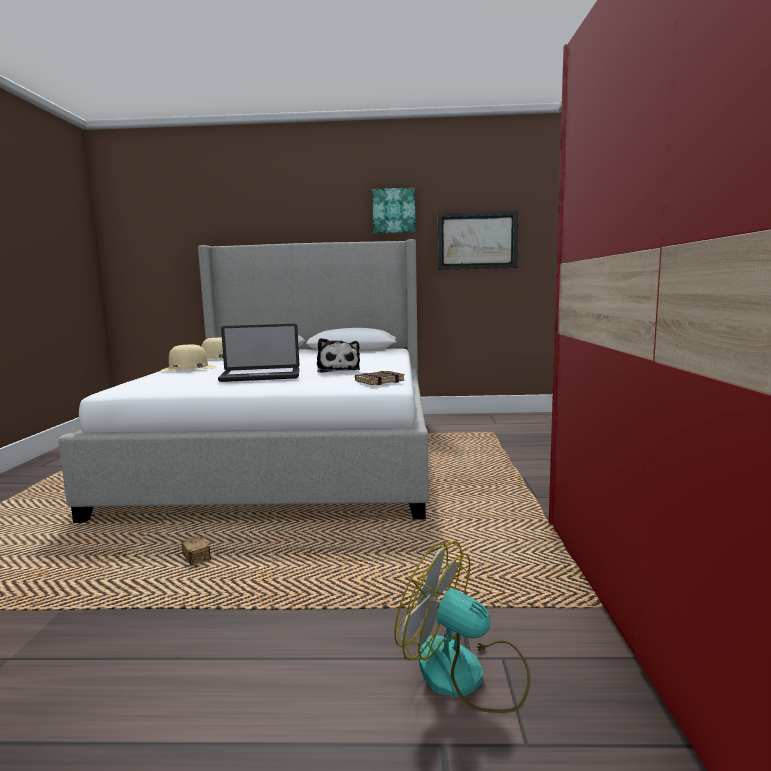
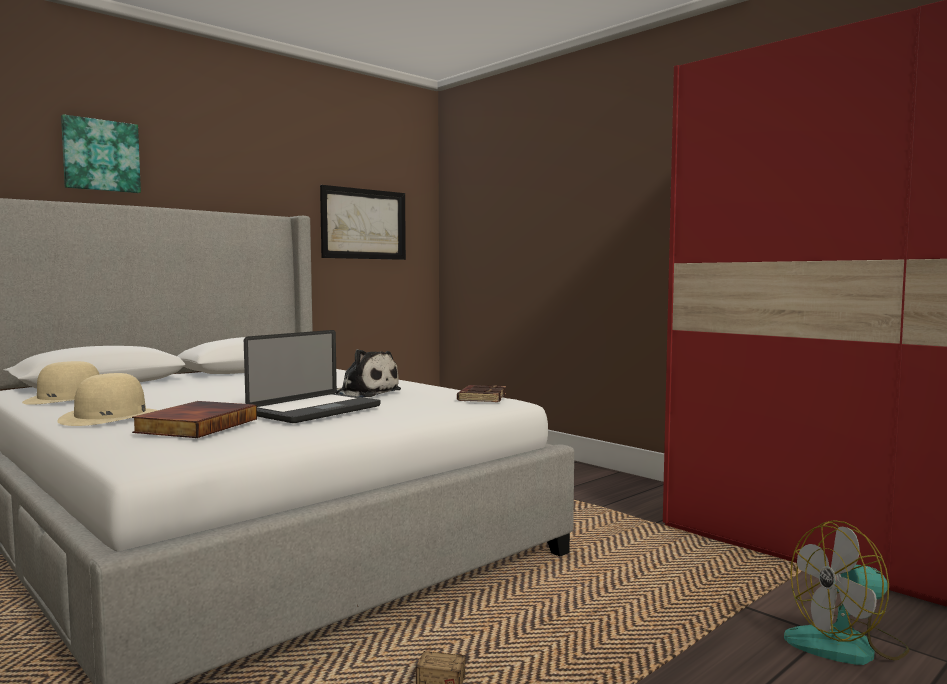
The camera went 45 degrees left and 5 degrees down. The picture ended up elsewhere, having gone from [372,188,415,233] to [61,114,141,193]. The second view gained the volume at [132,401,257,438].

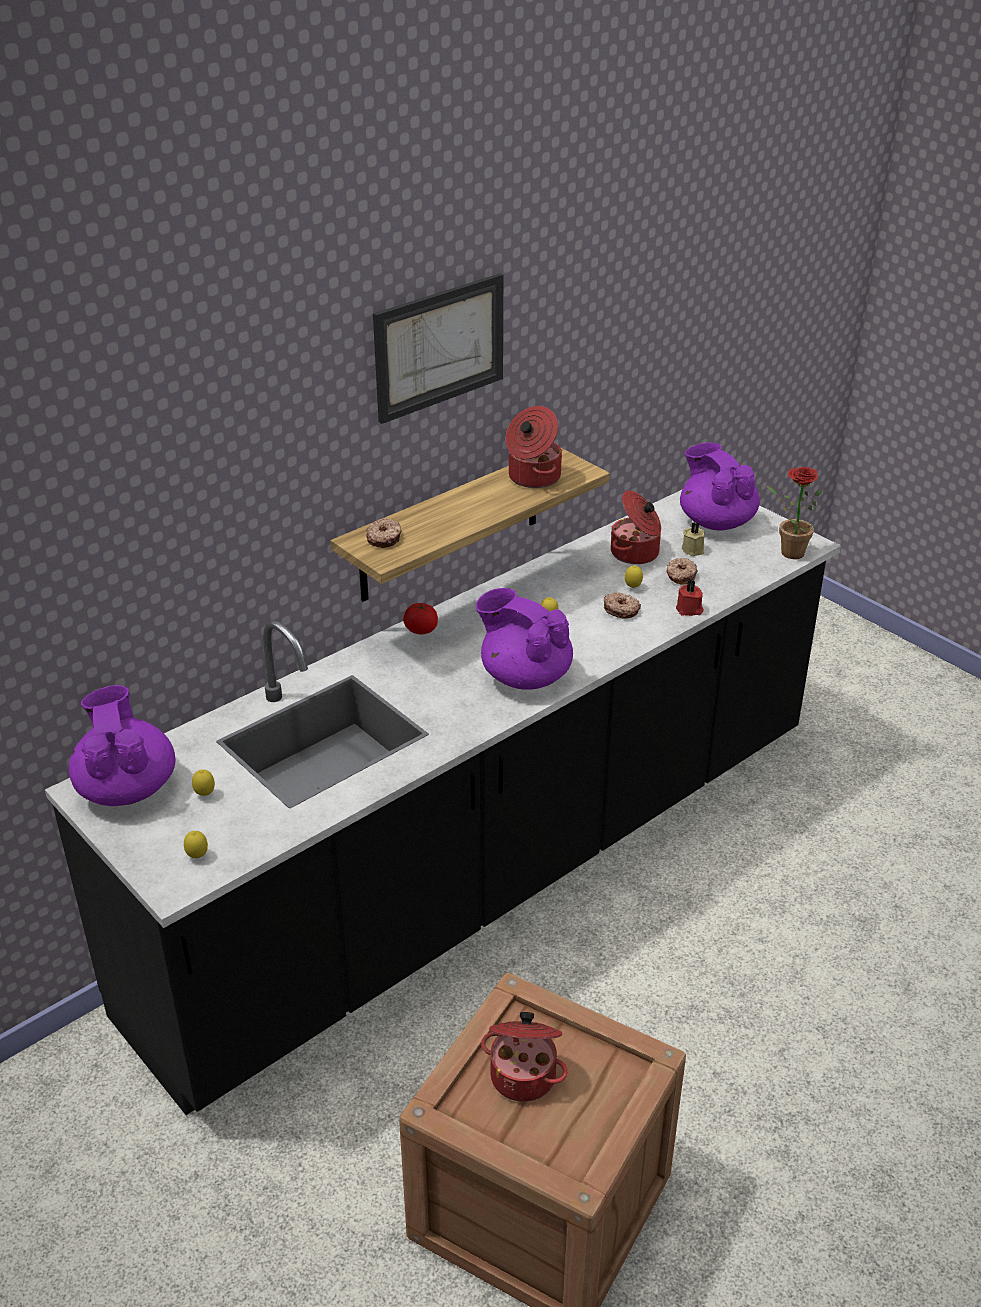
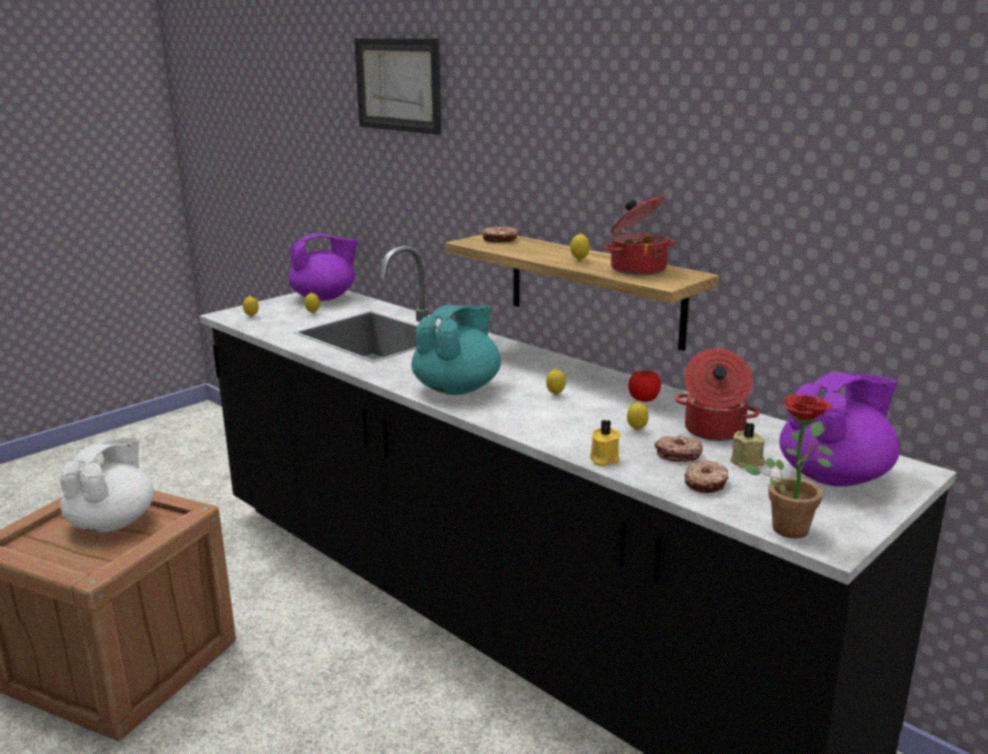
The camera went 85 degrees right and 15 degrees down. The picture ended up elsewhere, having gone from [373,273,503,424] to [354,38,441,135]. What was the red-coloured candle at [676,580,704,616] turned into the yellow candle at [590,420,621,466]. What was the purplish teapot at [476,588,573,690] turned into the turquoise-coloured teapot at [412,305,501,395]. The doughnut ended up elsewhere, having gone from [604,592,641,618] to [684,460,729,493]. The tomato ended up elsewhere, having gone from [403,603,438,634] to [628,371,661,402]. Where the cooking pot stood at [481,1012,567,1102], the white-coloured teapot came to stand at [59,437,154,532]. The second view gained the citrus fruit at [570,233,590,261].

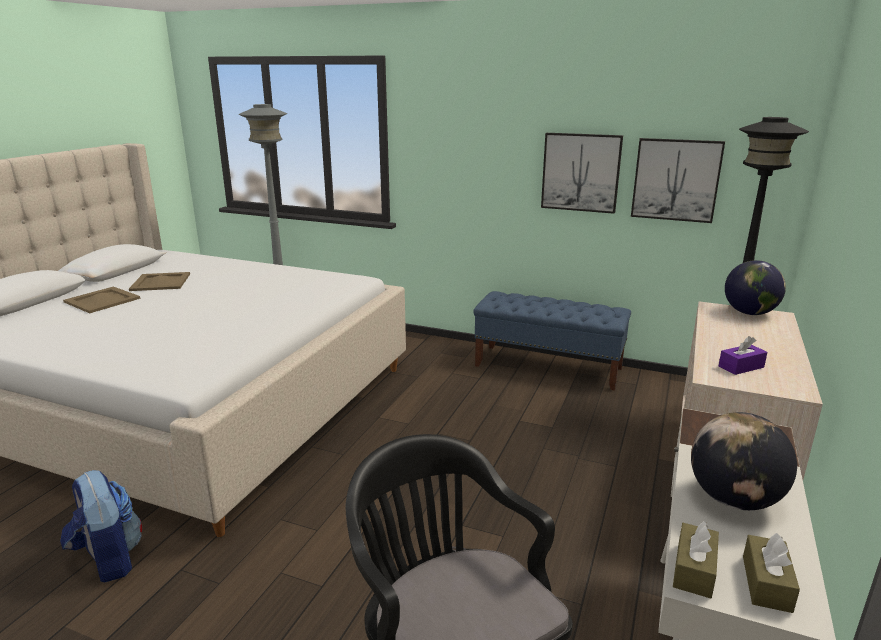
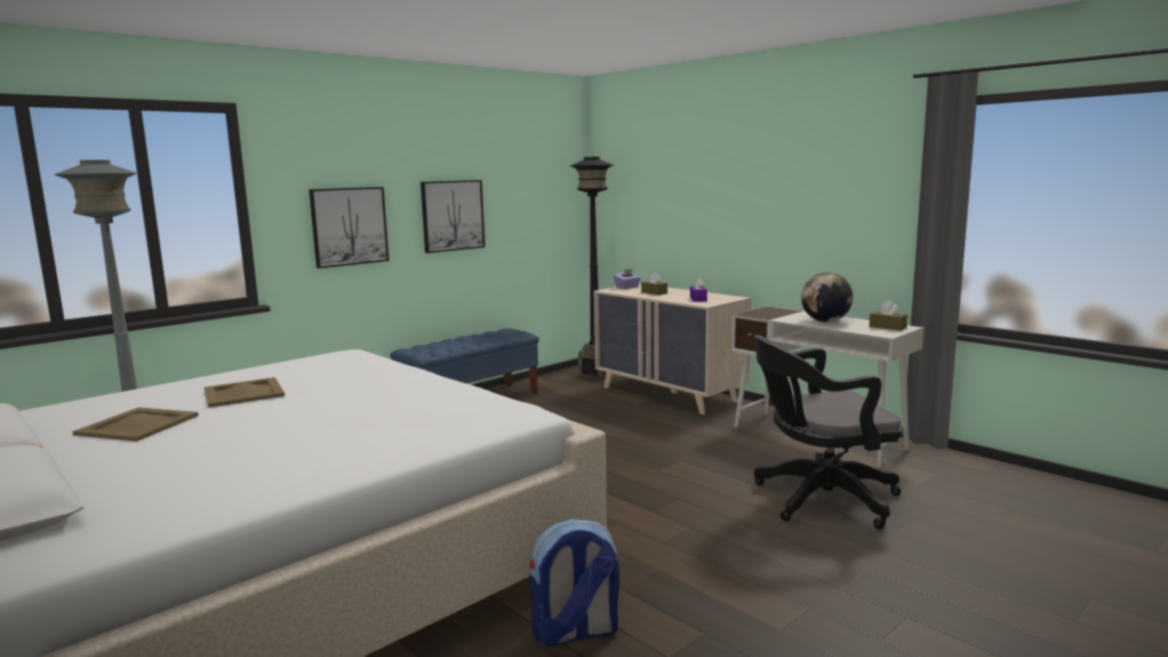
The camera went 65 degrees left and 10 degrees down. The picture ended up elsewhere, having gone from [631,138,725,223] to [309,187,389,268]. Where the globe stood at [725,260,786,315], the purplish box of tissues came to stand at [614,269,641,289]. The beige tray ended up elsewhere, having gone from [63,286,140,313] to [204,377,285,408]. The brown box of tissues ended up elsewhere, having gone from [673,521,719,598] to [641,272,667,295].

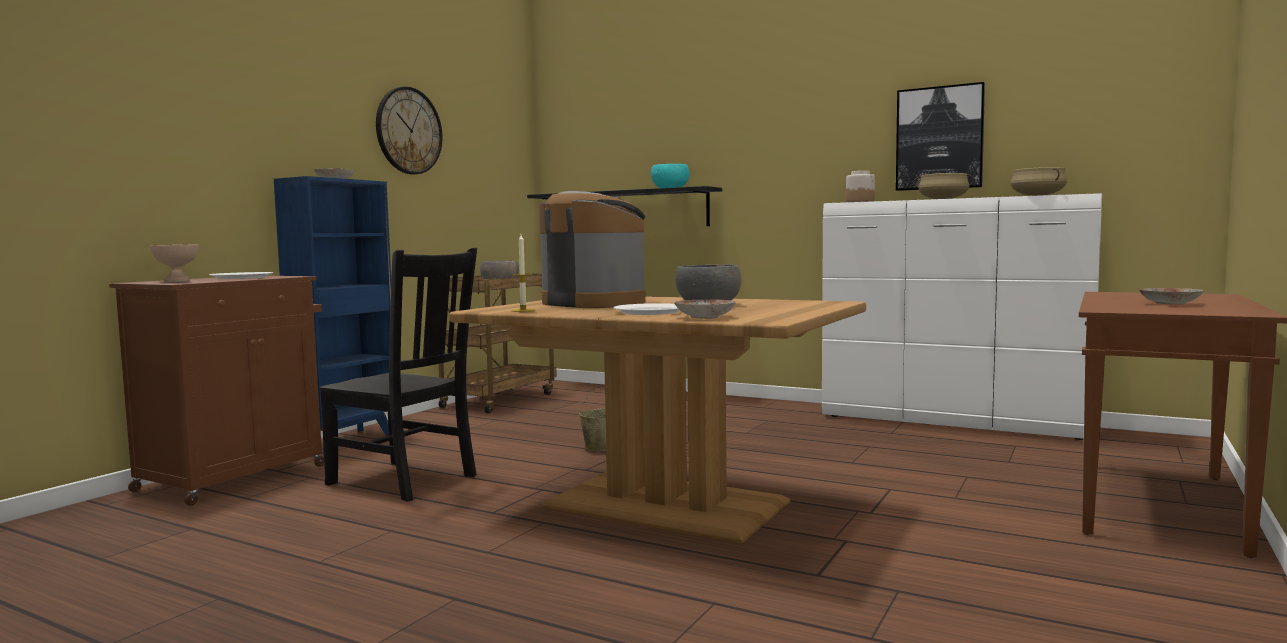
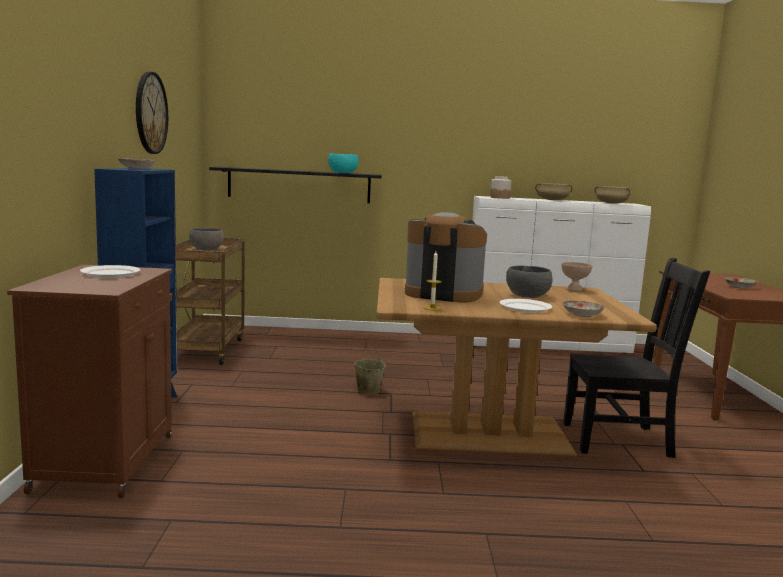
The camera went 30 degrees left and 5 degrees up. The second view lost the picture at [896,82,985,191]. The beige deep dish ended up elsewhere, having gone from [150,244,198,282] to [561,262,592,291]. The blackish plain chair ended up elsewhere, having gone from [319,248,477,502] to [563,258,710,458].

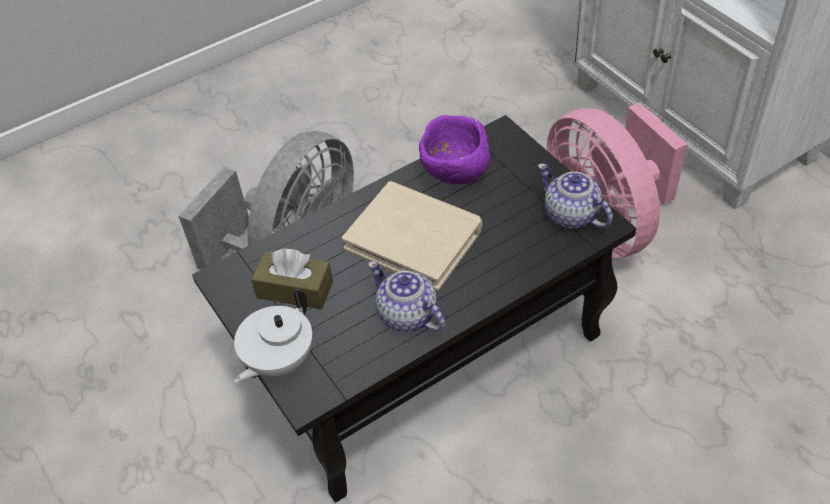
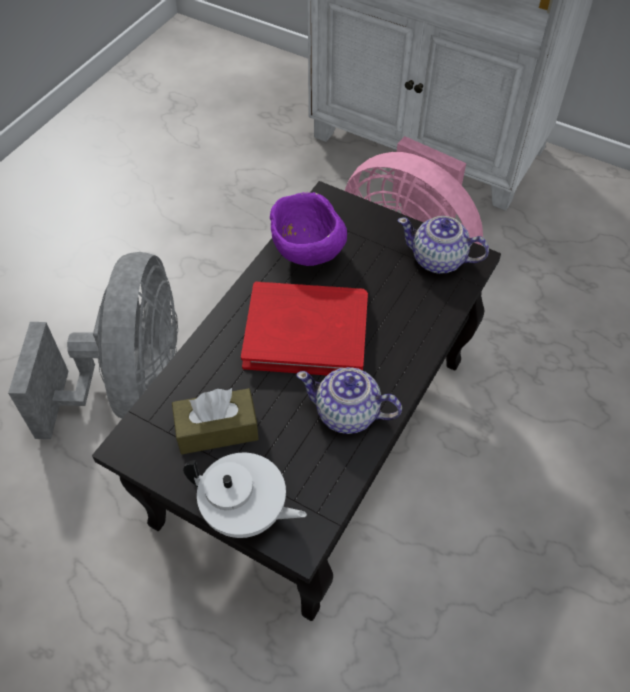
The camera went 30 degrees left and 5 degrees up. What was the beige volume at [342,181,483,291] turned into the red-coloured volume at [241,282,368,375]. The white-coloured teapot at [234,290,313,383] ended up facing another way, 75 degrees counterclockwise from before.

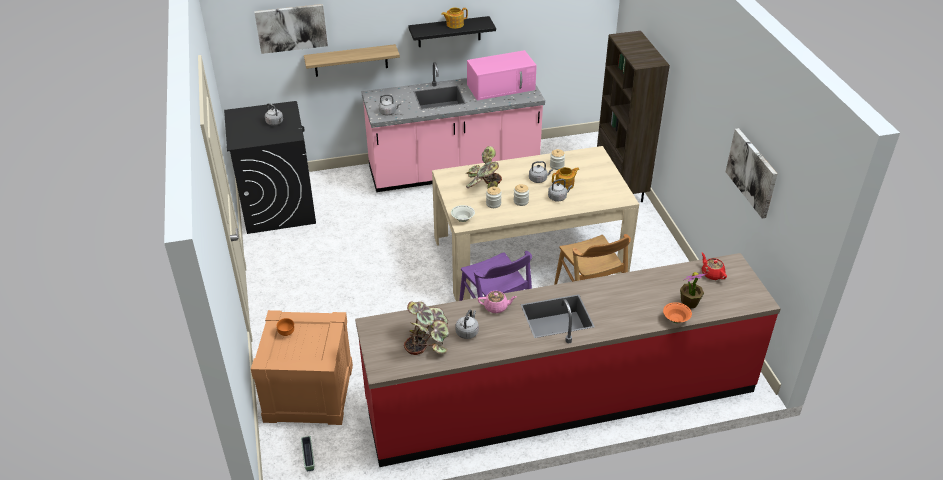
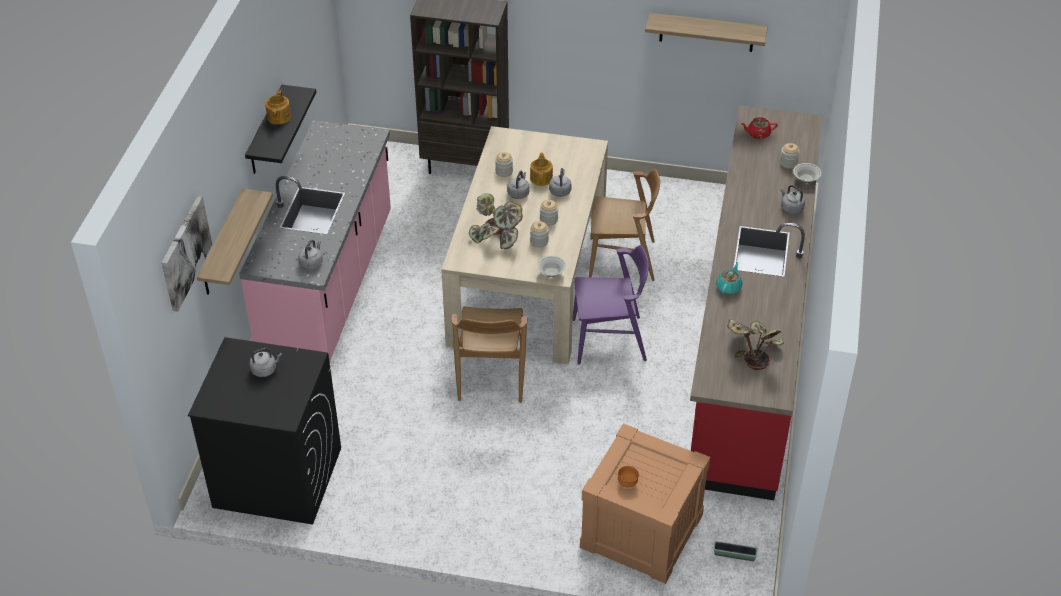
The camera went 65 degrees left and 5 degrees up. The second view lost the pinkish microwave oven at [467,50,537,101]. Where the picture hung at [726,128,778,218], the bracket shelf came to hang at [645,13,768,52]. Where the potted plant stood at [680,272,706,308], the jar came to stand at [780,143,800,169]. What was the pinkish teapot at [478,291,517,313] turned into the turquoise-coloured teapot at [716,262,742,294]. What was the orange deep dish at [663,302,692,323] turned into the white-coloured deep dish at [793,163,821,183]. The greyish tea kettle ended up elsewhere, having gone from [455,310,479,339] to [780,185,805,214]. The second view gained the brown plain chair at [451,306,527,403].

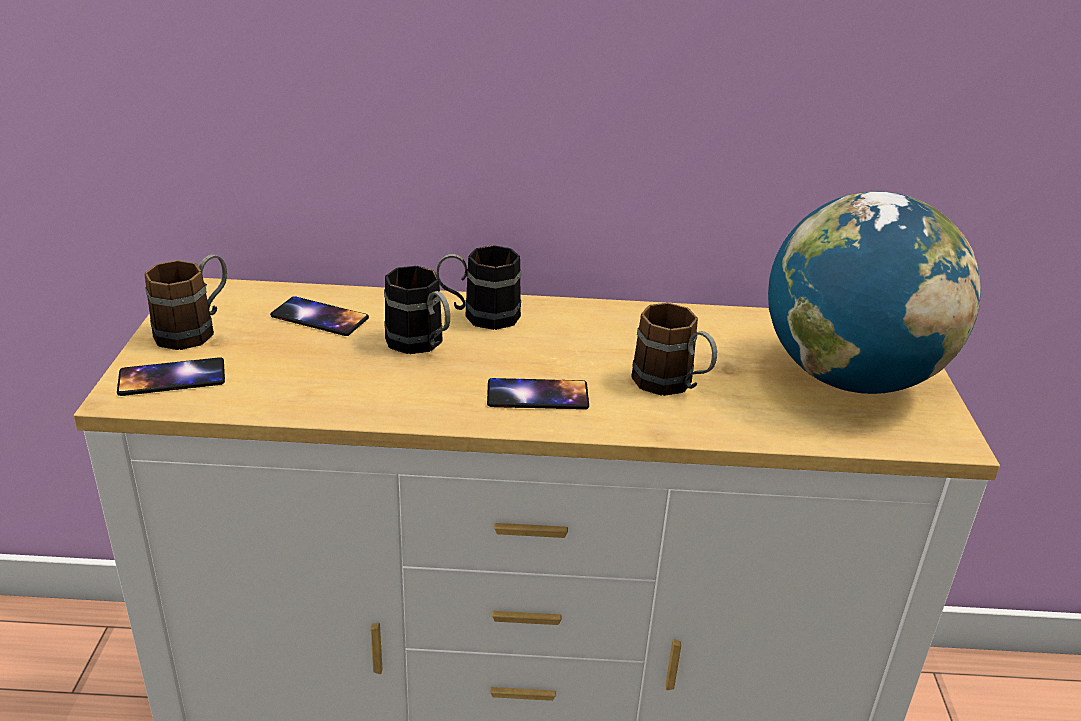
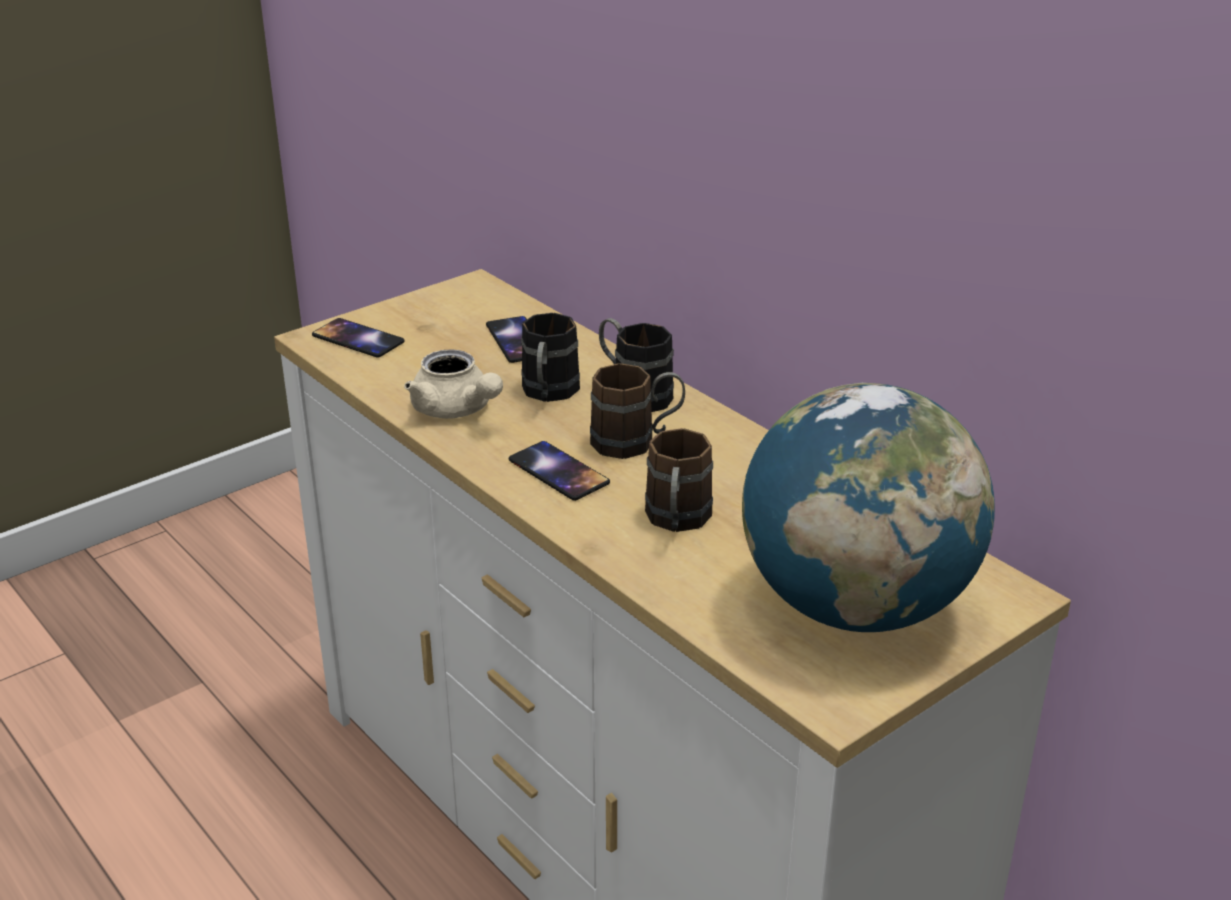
The camera went 50 degrees right and 0 degrees up. The brown coffee mug ended up elsewhere, having gone from [144,255,227,350] to [590,363,685,459]. The second view gained the beige teapot at [404,349,503,419].

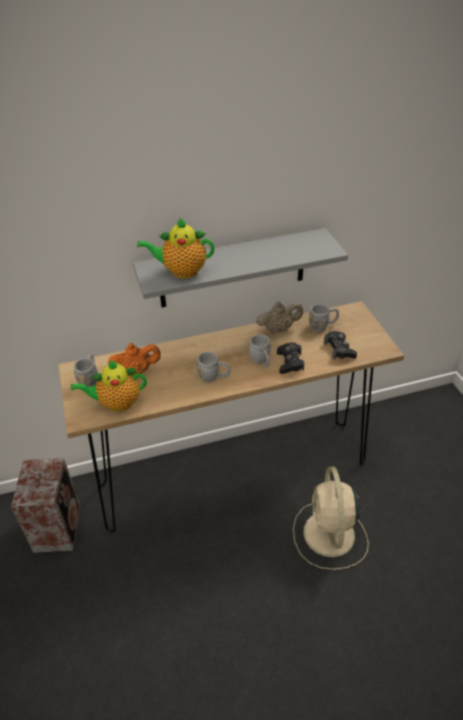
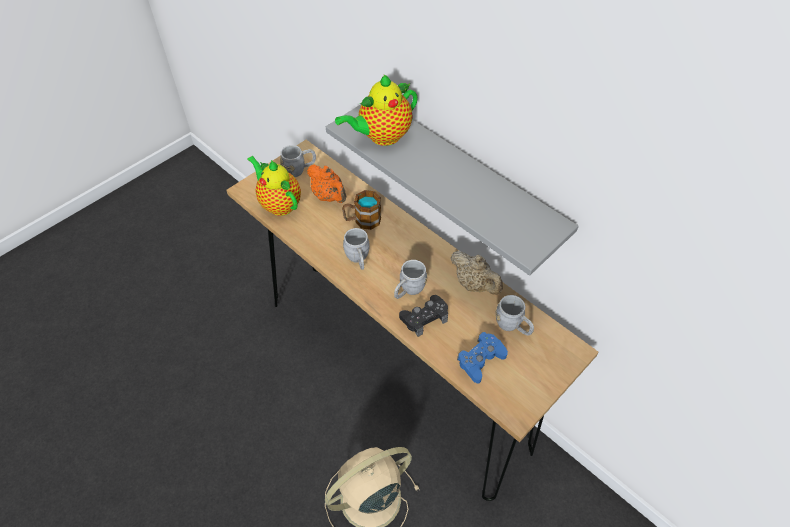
The camera went 60 degrees right and 10 degrees up. The teapot at [137,217,214,279] ended up facing another way, 90 degrees counterclockwise from before. What was the blackish joypad at [324,331,357,360] turned into the blue joypad at [457,332,508,383]. The second view lost the speaker at [11,458,80,553]. The second view gained the coffee mug at [342,190,381,230].

